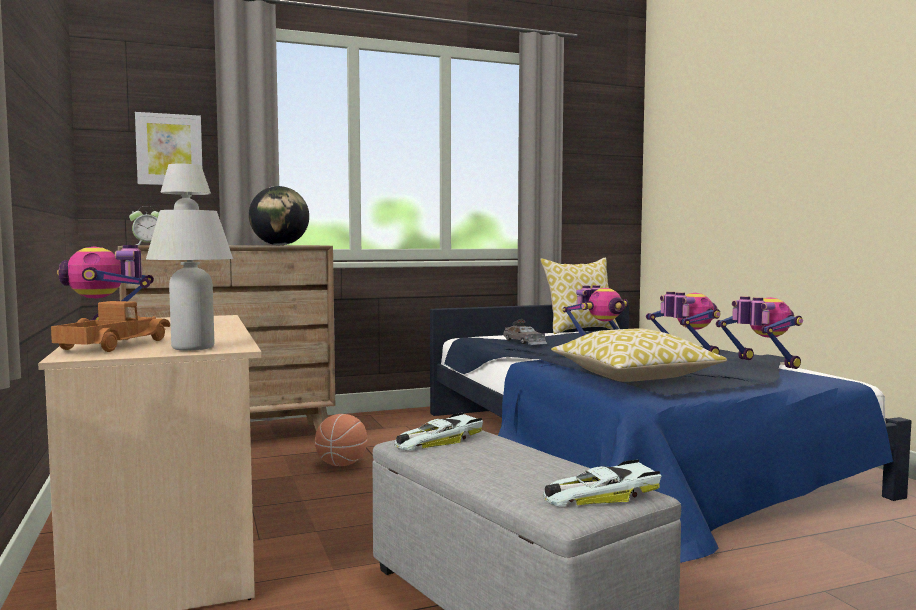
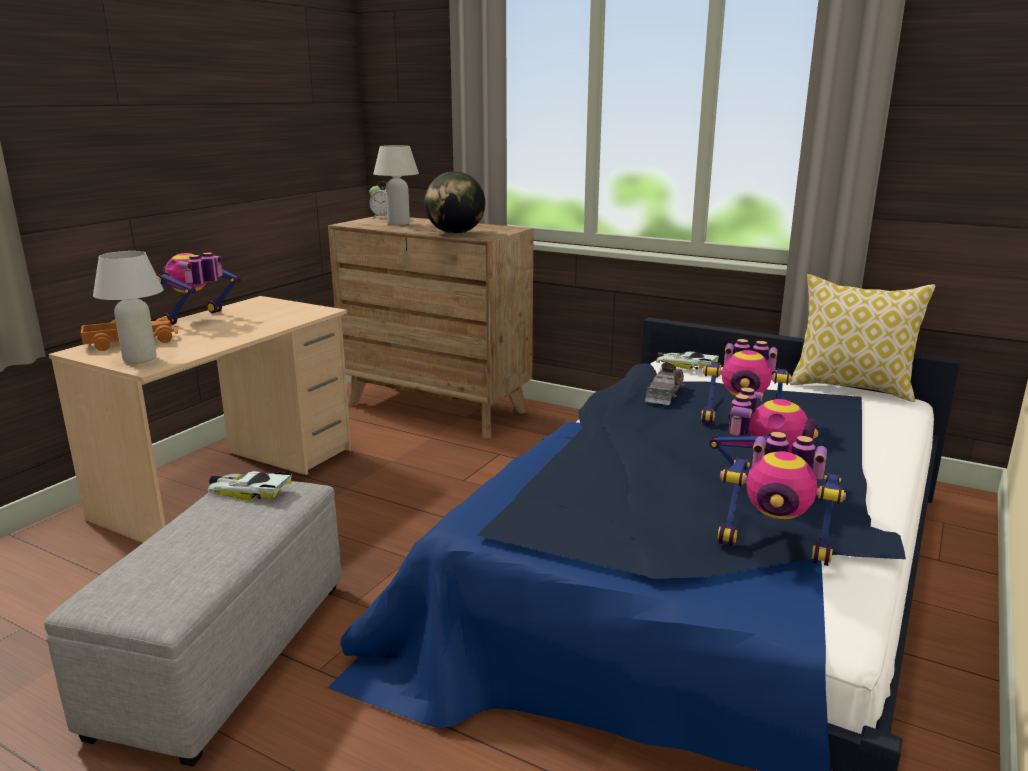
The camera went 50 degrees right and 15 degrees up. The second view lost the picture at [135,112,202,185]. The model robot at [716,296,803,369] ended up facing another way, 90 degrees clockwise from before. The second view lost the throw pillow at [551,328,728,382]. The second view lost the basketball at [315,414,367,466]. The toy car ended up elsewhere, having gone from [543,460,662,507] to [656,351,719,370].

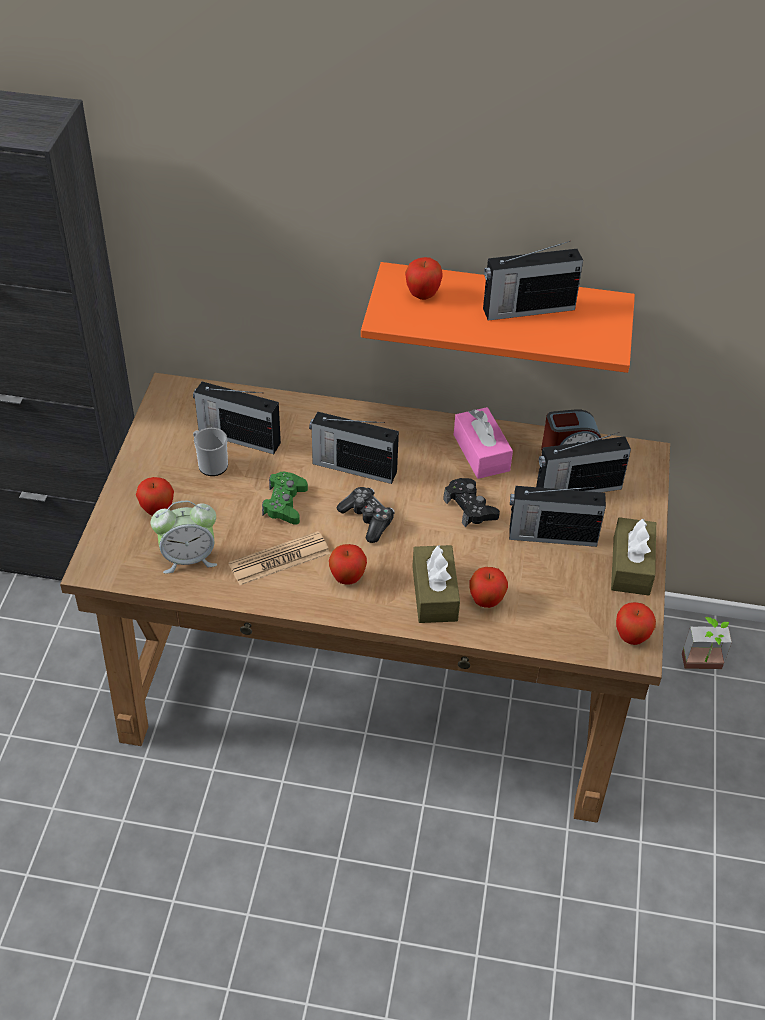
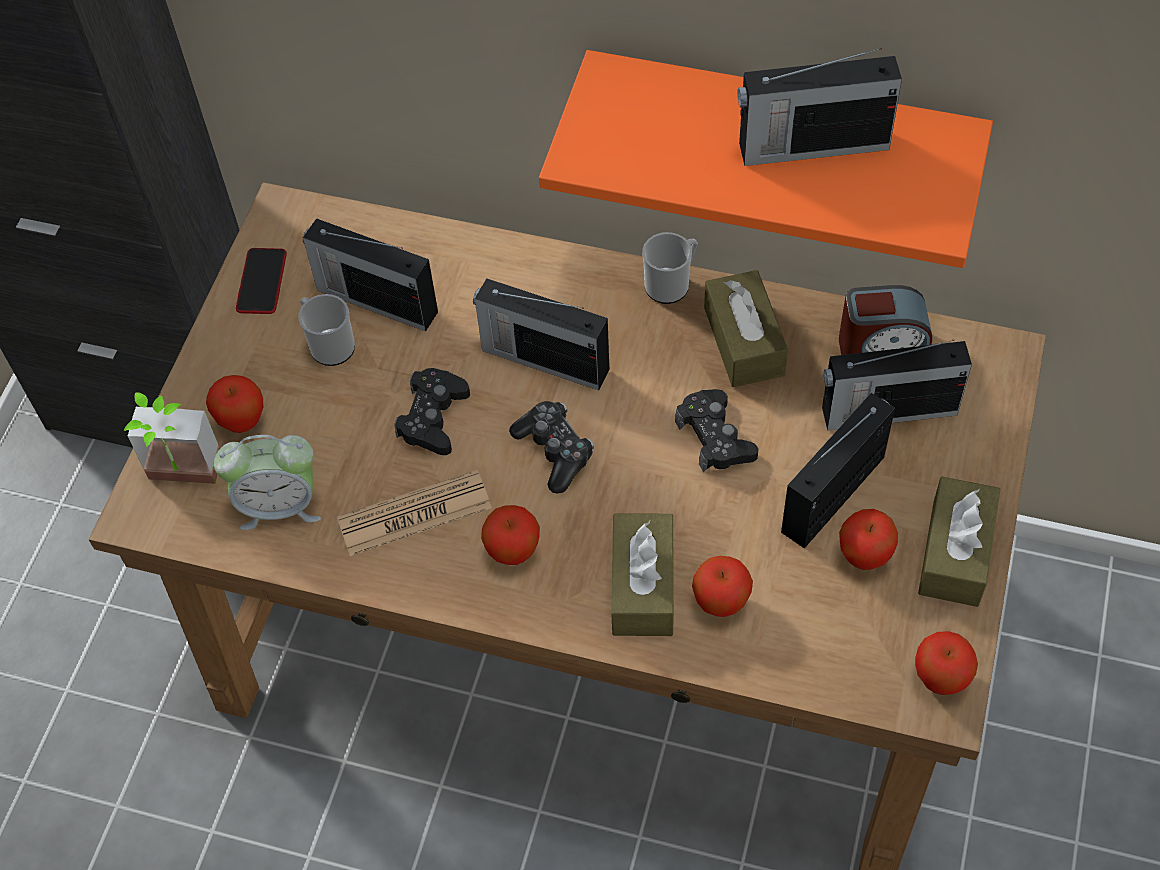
The camera went 10 degrees right and 10 degrees up. The apple ended up elsewhere, having gone from [405,257,443,300] to [839,509,898,570]. What was the pinkish box of tissues at [454,407,513,479] turned into the brown box of tissues at [704,270,788,387]. What was the greenish joypad at [262,472,308,525] turned into the blackish joypad at [394,368,470,455]. The radio set at [509,486,606,547] ended up facing another way, 120 degrees clockwise from before. The potted plant ended up elsewhere, having gone from [682,617,732,669] to [123,392,220,484]. The second view gained the coffee mug at [642,232,698,304]. The second view gained the telephone at [236,248,287,314].

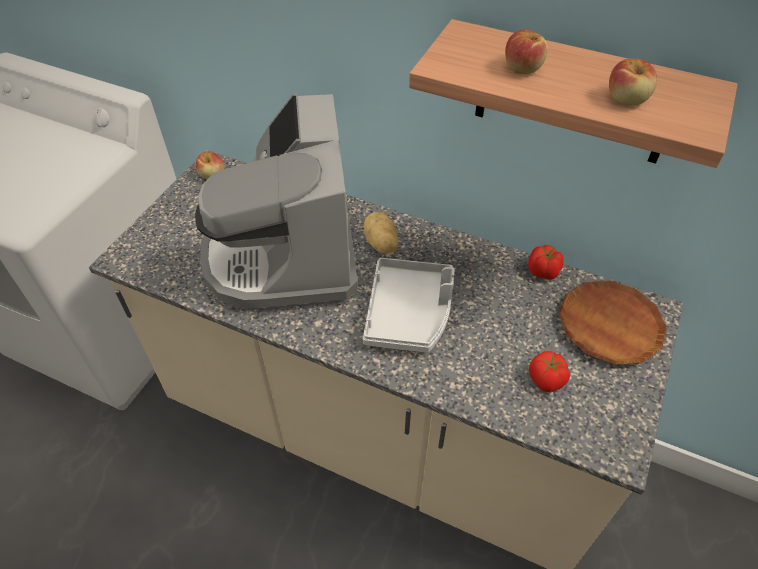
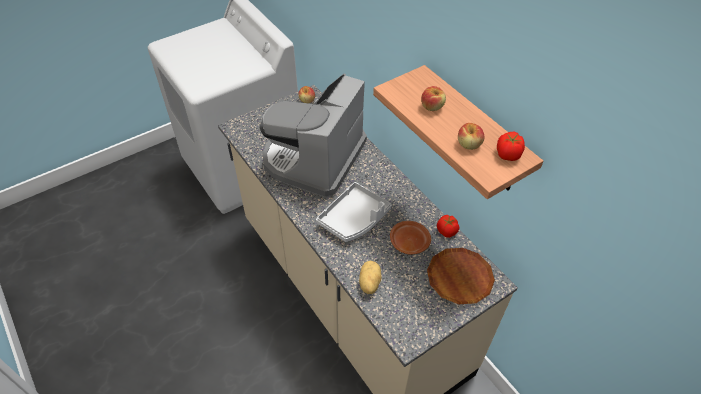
The camera went 30 degrees right and 0 degrees up. The spud ended up elsewhere, having gone from [364,212,398,254] to [359,261,381,294]. The tomato ended up elsewhere, having gone from [529,351,570,392] to [497,132,525,161]. The second view gained the brown plate at [390,221,431,255].

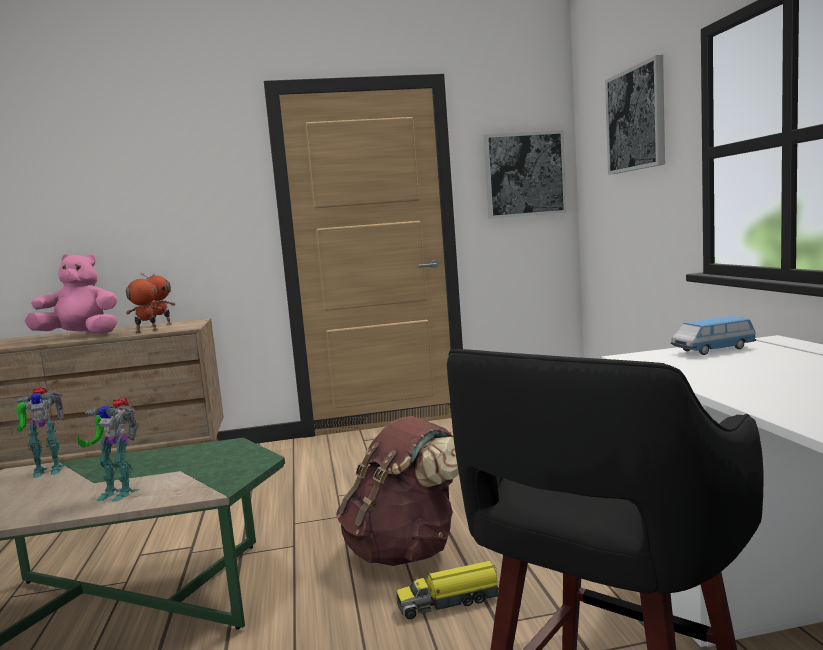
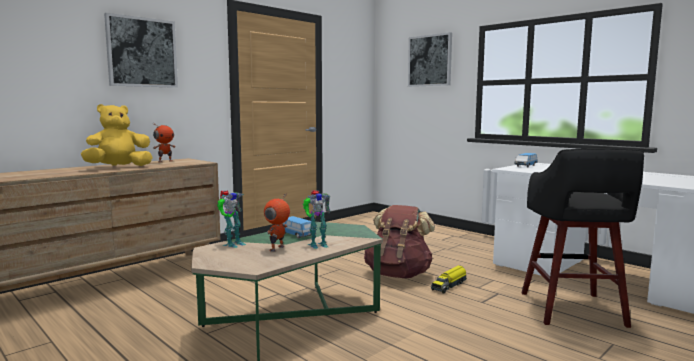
The camera went 35 degrees left and 0 degrees up. The picture ended up elsewhere, having gone from [484,130,567,219] to [104,13,178,88]. What was the pinkish plush toy at [25,254,118,334] turned into the yellow plush toy at [81,104,153,166]. The model robot ended up elsewhere, having gone from [126,274,162,333] to [264,193,290,252]. The second view gained the toy car at [282,216,316,239].

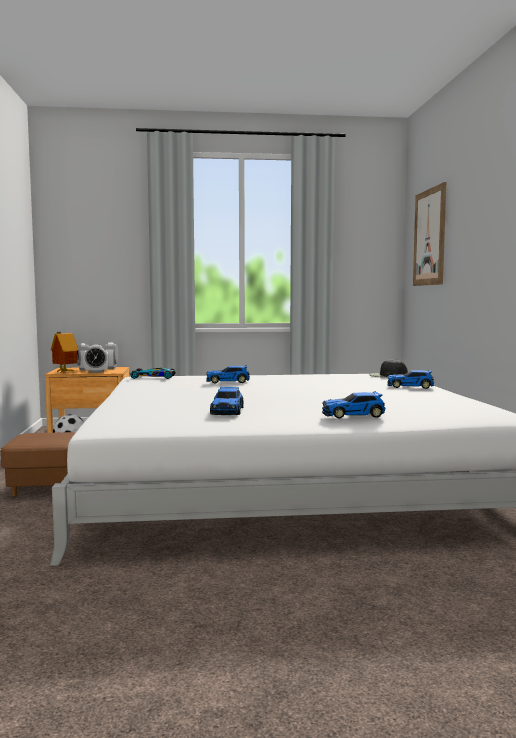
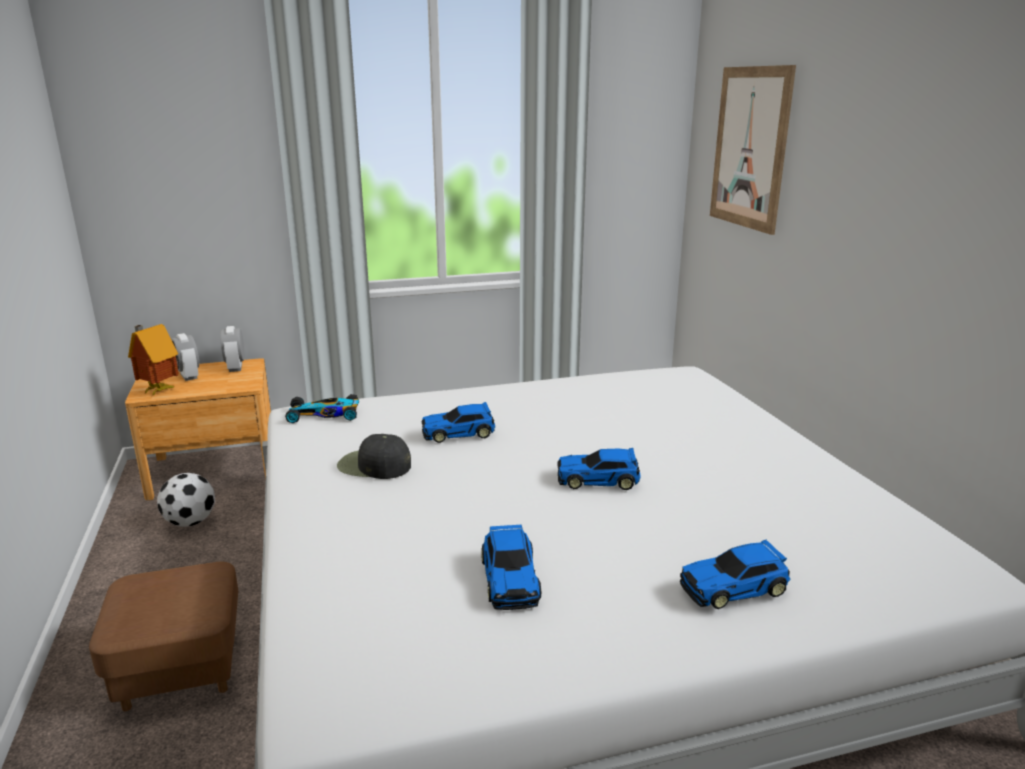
The camera went 10 degrees left and 15 degrees up. The second view lost the table clock at [83,345,109,373]. The blackish baseball cap ended up elsewhere, having gone from [369,359,408,378] to [337,434,411,479]. The toy car ended up elsewhere, having gone from [387,370,434,389] to [557,448,640,490].

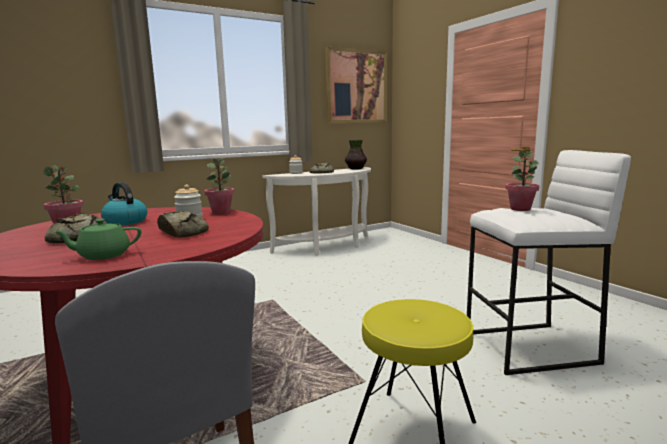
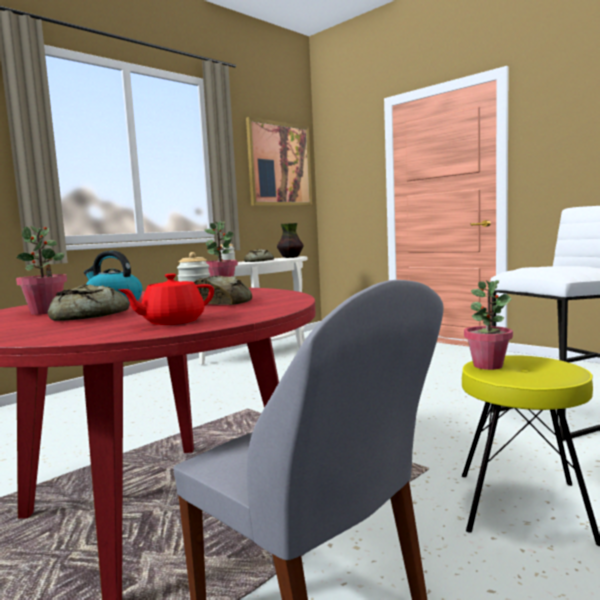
The camera went 15 degrees left and 5 degrees down. The potted plant ended up elsewhere, having gone from [505,151,539,211] to [464,280,513,370]. What was the greenish teapot at [53,219,141,260] turned into the red-coloured teapot at [118,274,214,325].

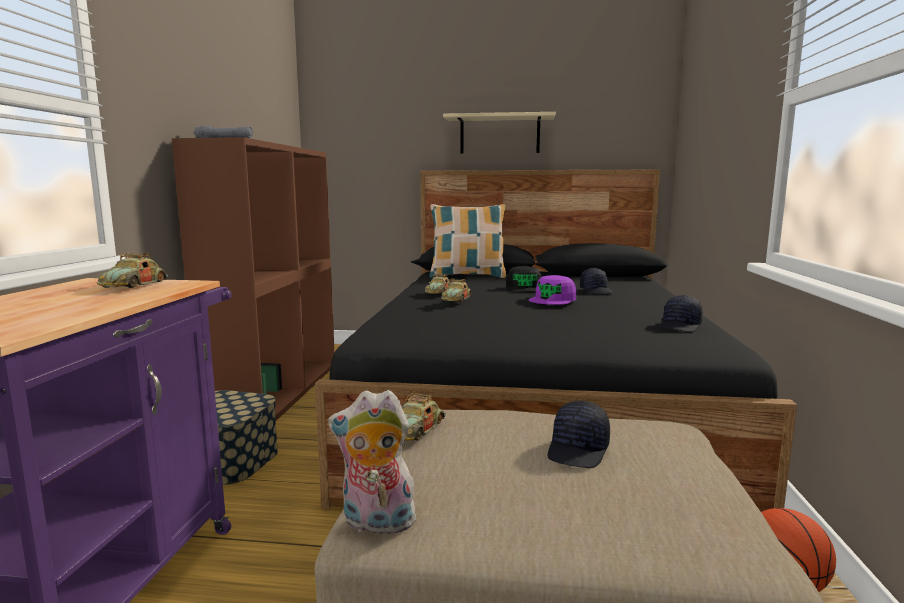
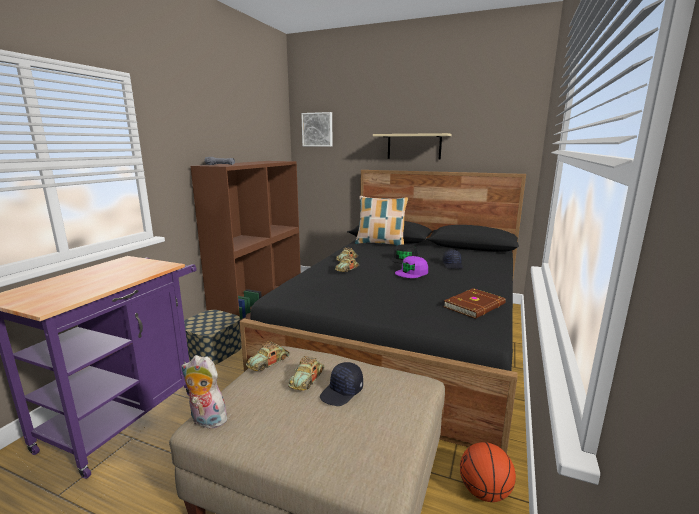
The camera went 15 degrees right and 5 degrees up. The toy car ended up elsewhere, having gone from [97,252,168,288] to [288,356,324,390]. Where the blackish baseball cap stood at [660,295,703,332], the brown volume came to stand at [443,288,506,319]. The second view gained the picture at [301,112,333,146].

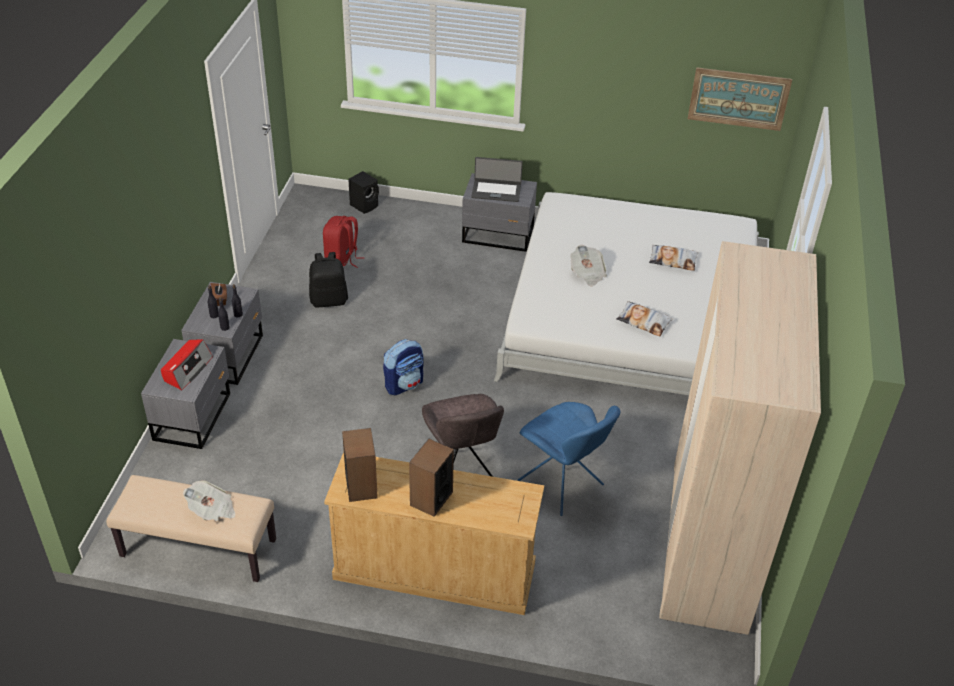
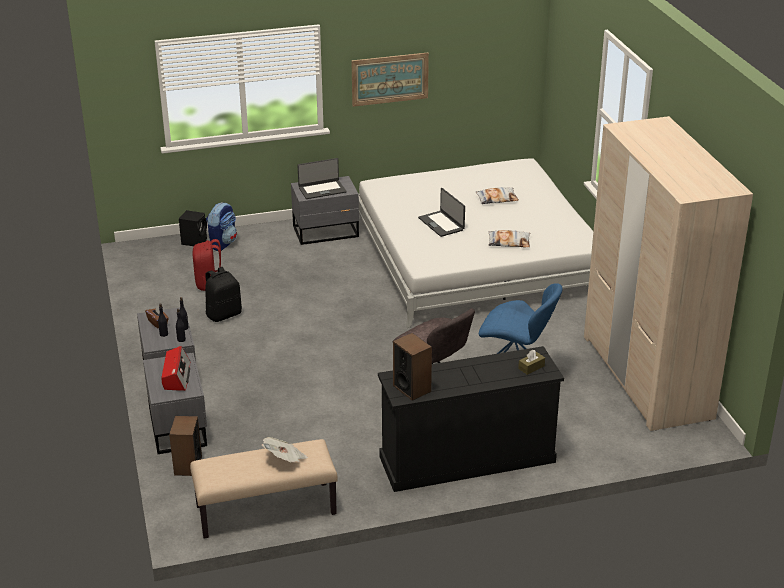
The camera went 25 degrees left and 10 degrees down. The picture ended up elsewhere, having gone from [688,67,792,131] to [351,52,429,107]. Where the printed paper stood at [570,245,607,287], the laptop came to stand at [418,188,465,237]. The rucksack ended up elsewhere, having gone from [383,339,424,395] to [206,202,237,251]. The speaker ended up elsewhere, having gone from [409,439,454,517] to [169,416,202,476]. What was the beige dresser at [324,452,544,615] turned into the blackish dresser at [378,346,564,492]. The second view gained the brown box of tissues at [518,350,545,375].

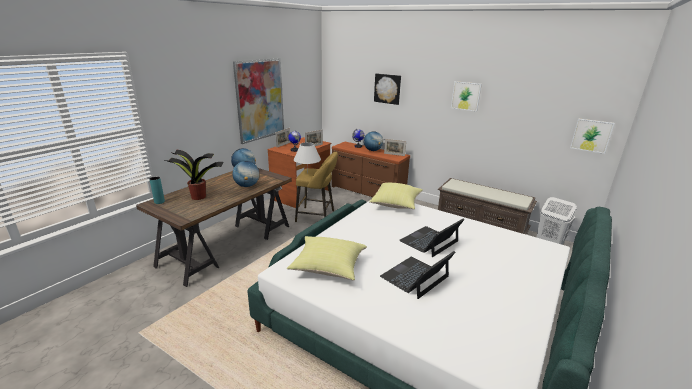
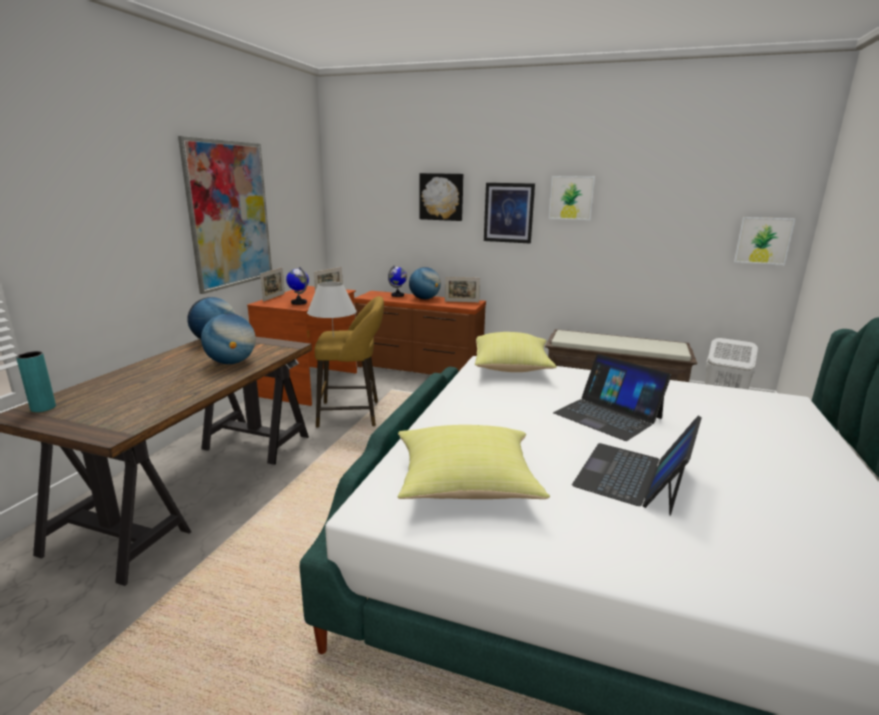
The camera went 15 degrees left and 5 degrees down. The second view lost the potted plant at [165,150,224,200]. The laptop at [399,219,464,257] ended up facing another way, 75 degrees counterclockwise from before. The second view gained the picture at [484,183,535,243].

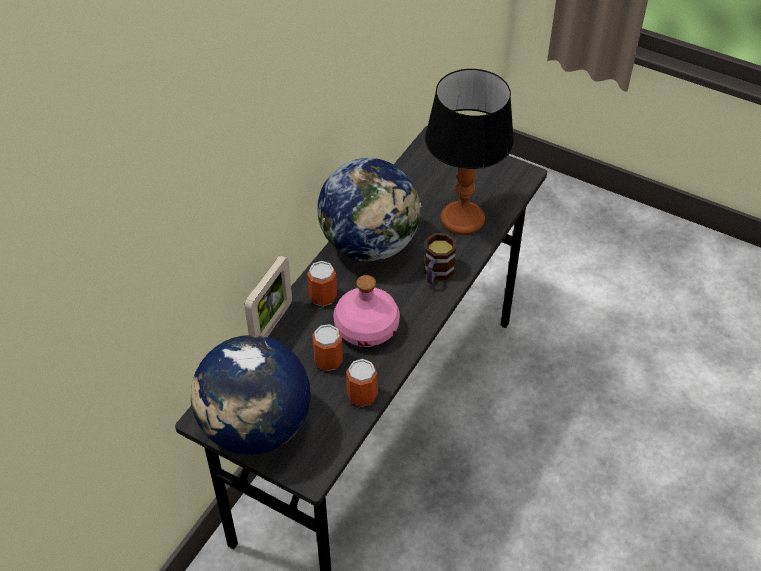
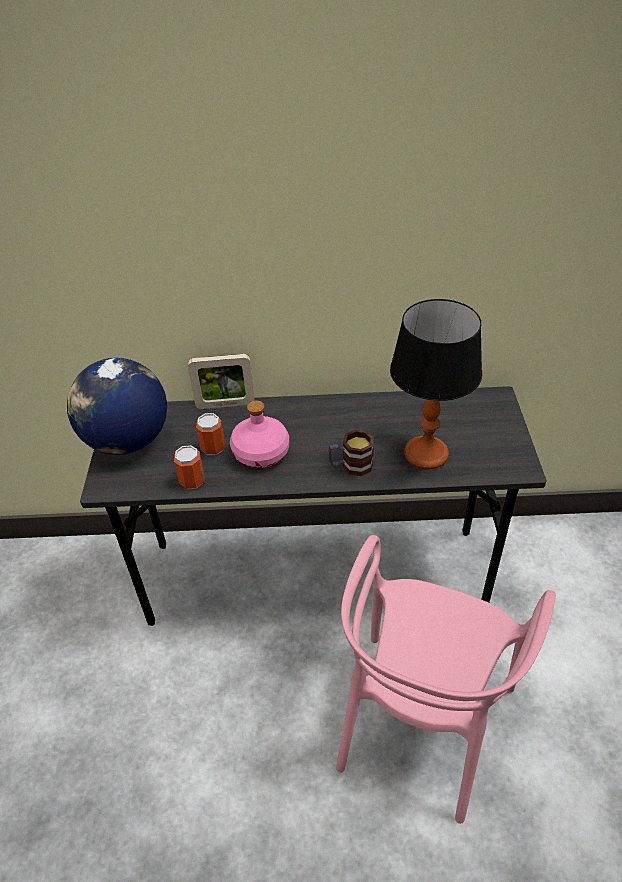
The camera went 60 degrees right and 5 degrees down. The second view lost the globe at [317,158,422,261]. The second view lost the metal can at [307,261,337,307]. The second view gained the pinkish plain chair at [336,535,556,824].

